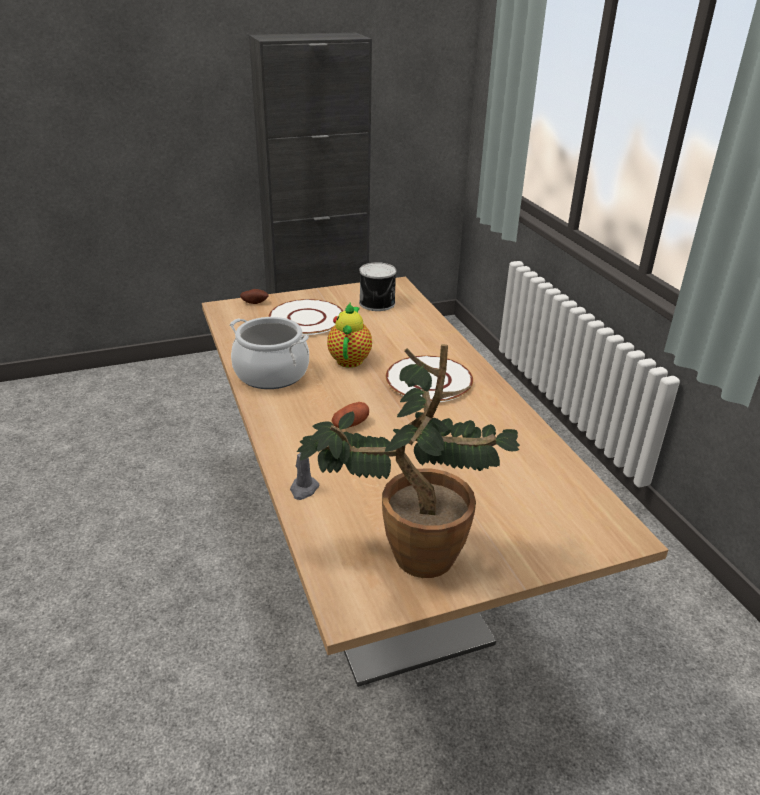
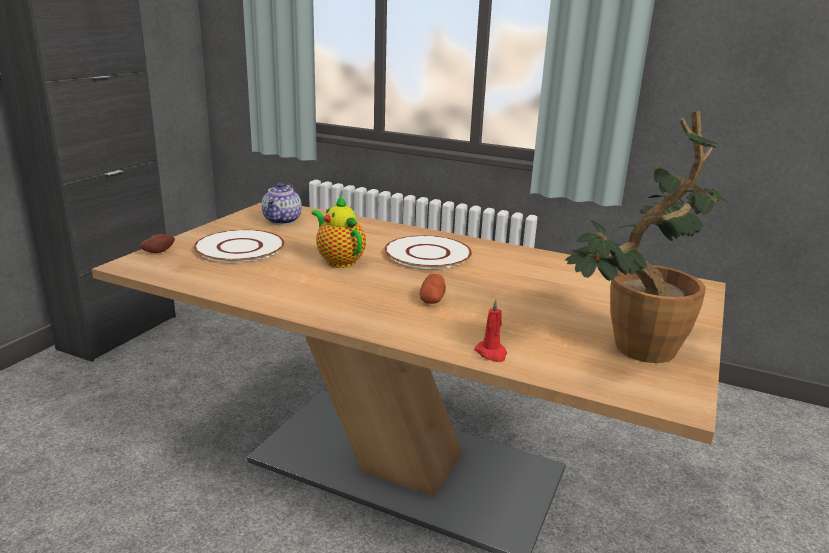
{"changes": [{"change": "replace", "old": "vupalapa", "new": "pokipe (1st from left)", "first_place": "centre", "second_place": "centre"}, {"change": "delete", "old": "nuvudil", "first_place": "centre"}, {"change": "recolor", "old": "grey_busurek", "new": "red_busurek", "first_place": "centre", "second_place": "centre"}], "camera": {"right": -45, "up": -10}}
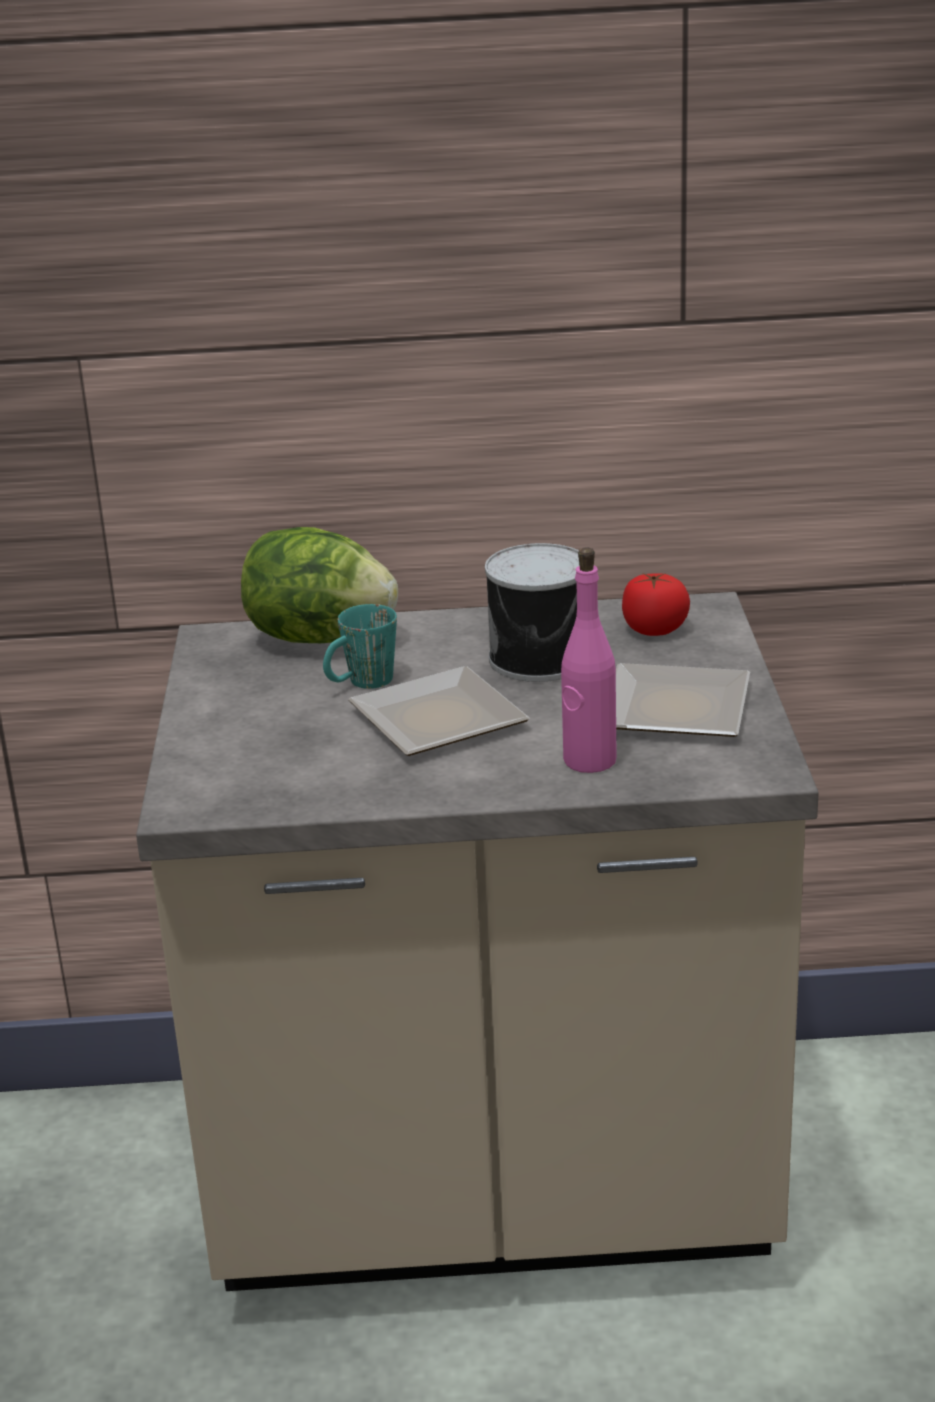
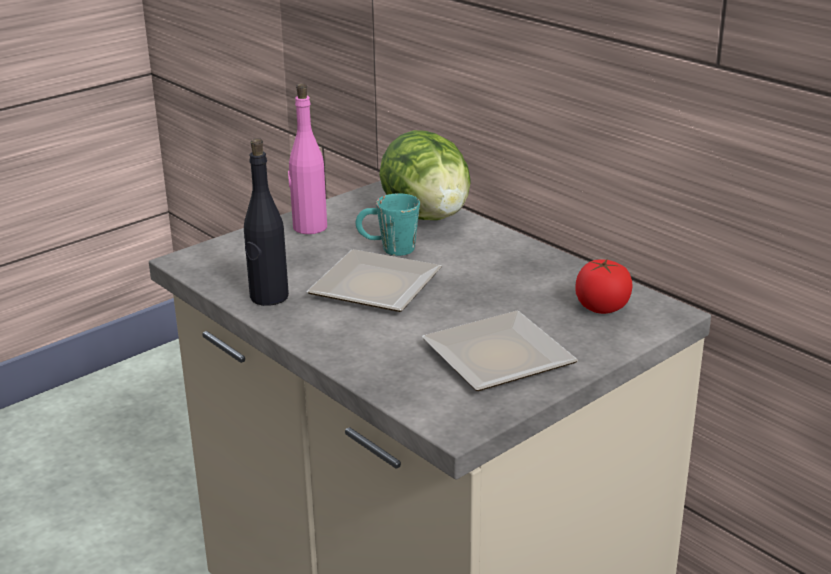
{"changes": [{"change": "delete", "old": "vupalapa", "first_place": "centre"}, {"change": "move", "old": "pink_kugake", "first_place": "centre", "second_place": "top centre"}, {"change": "insert", "new": "black_kugake", "second_place": "middle left"}], "camera": {"right": 50, "up": 0}}
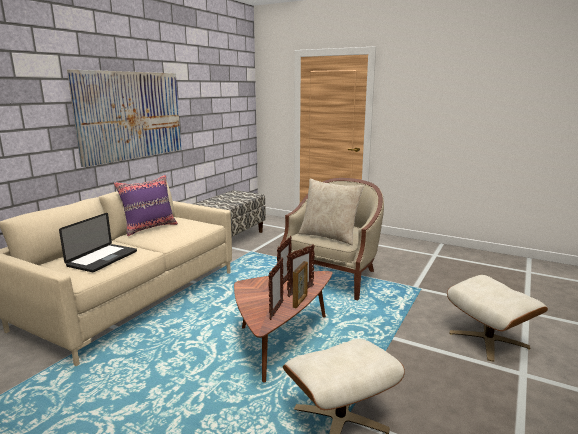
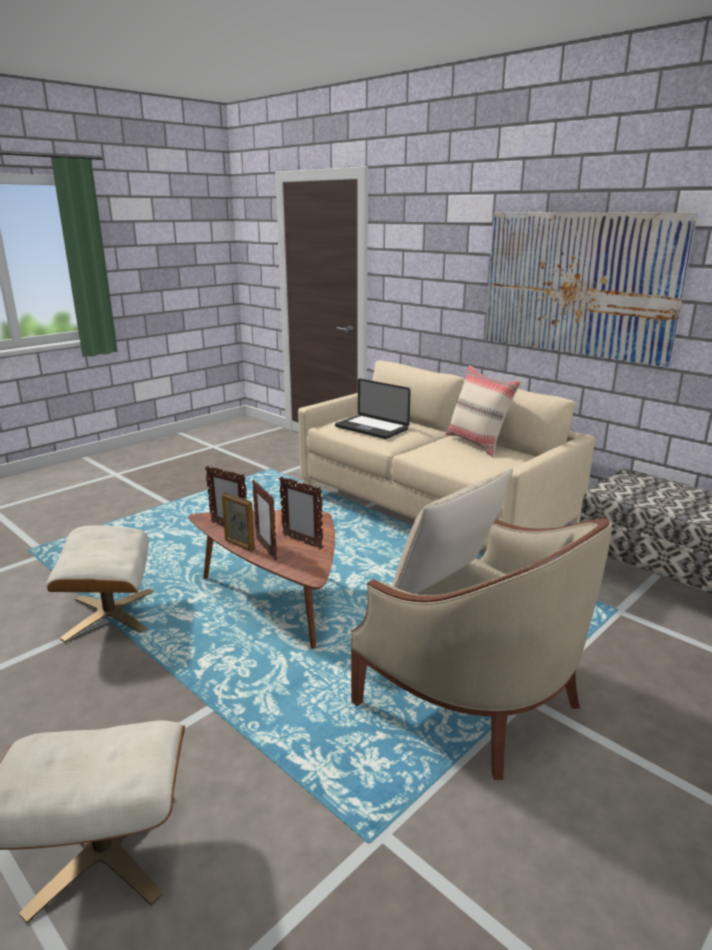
{"changes": [{"change": "recolor", "old": "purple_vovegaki", "new": "beige_vovegaki (2nd from left)", "first_place": "middle left", "second_place": "middle right"}], "camera": {"right": 105, "up": 5}}
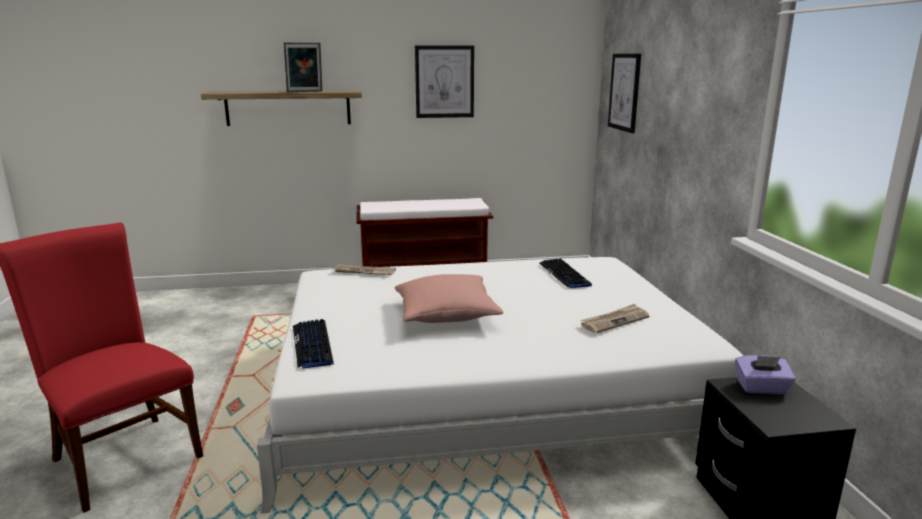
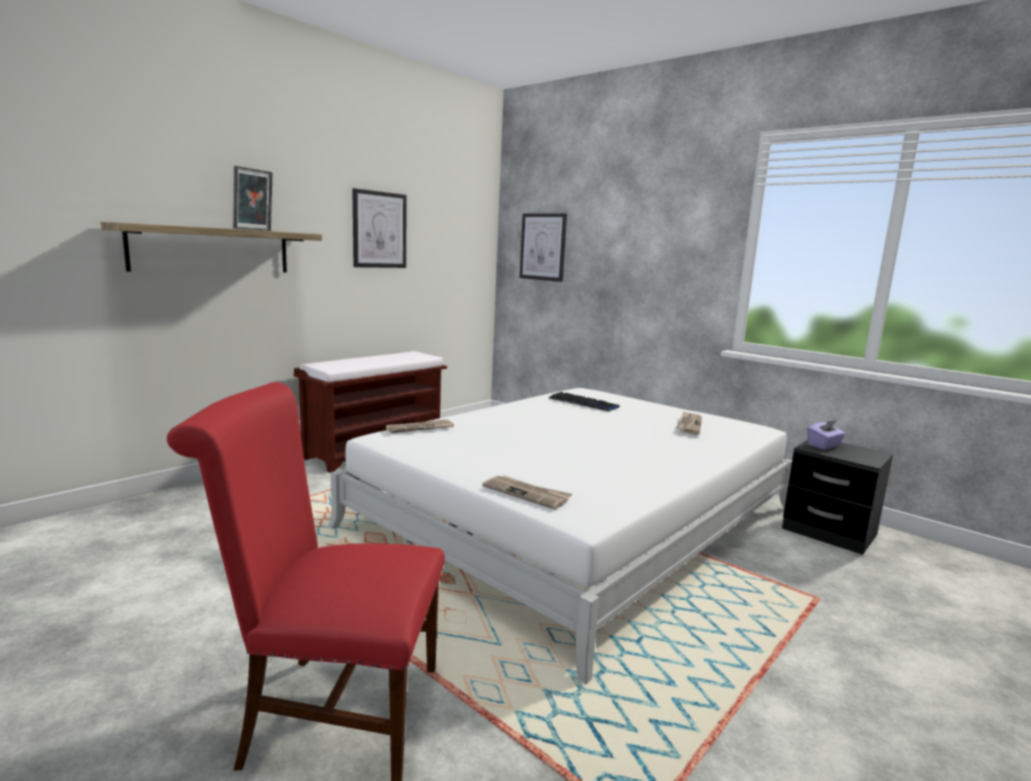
{"changes": [{"change": "delete", "old": "pink_vovegaki", "first_place": "centre"}, {"change": "replace", "old": "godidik (1st from left)", "new": "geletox (2nd from left)", "first_place": "centre", "second_place": "centre"}], "camera": {"right": -40, "up": -5}}
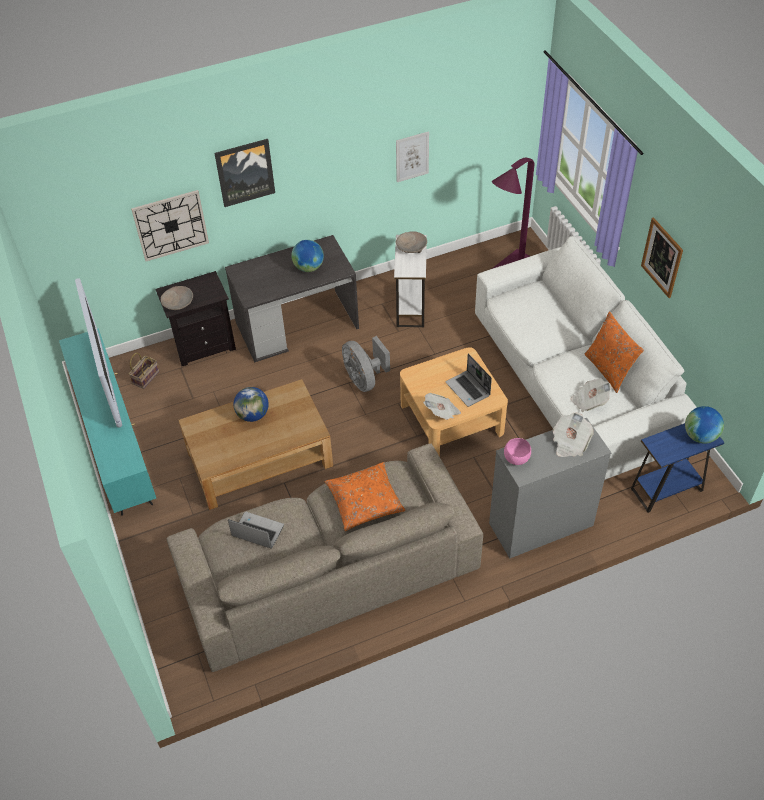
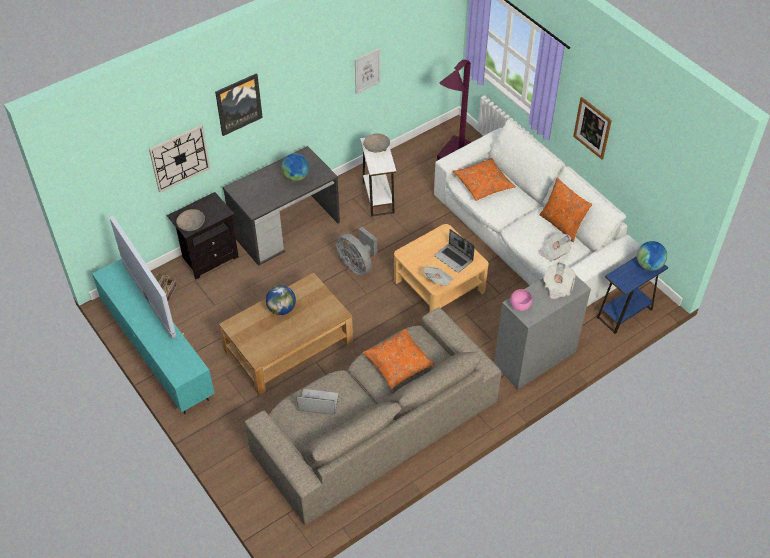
{"changes": [{"change": "insert", "new": "orange_vovegaki (2nd from left)", "second_place": "top centre"}], "camera": {"right": -15, "up": 0}}
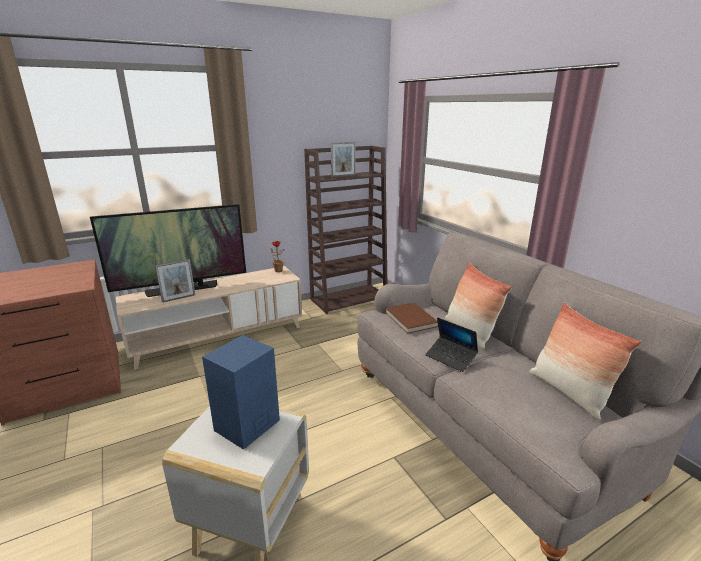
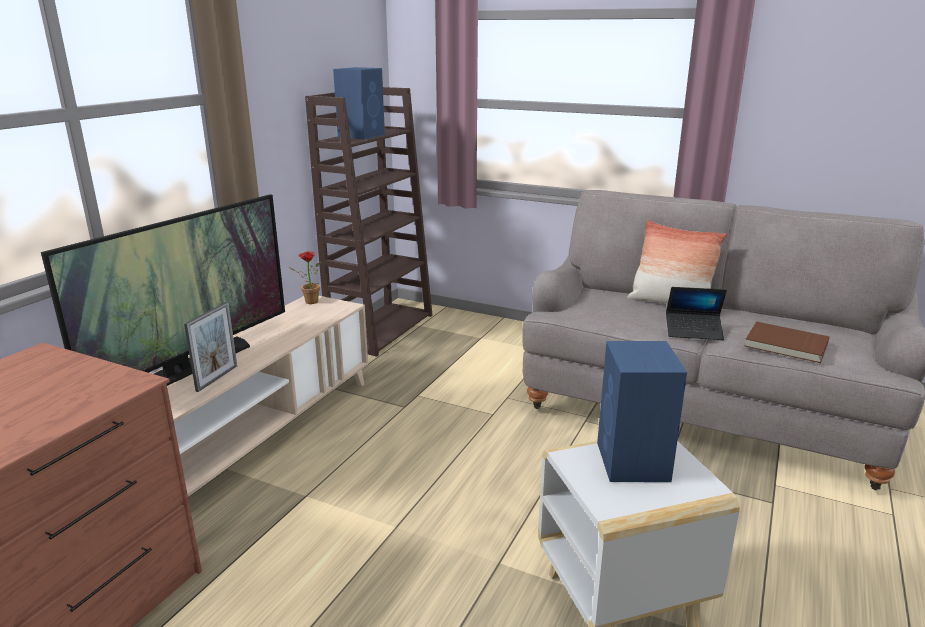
{"changes": [{"change": "replace", "old": "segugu (2nd from left)", "new": "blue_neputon (1st from left)", "first_place": "top centre", "second_place": "top centre"}, {"change": "delete", "old": "vovegaki (2nd from left)", "first_place": "middle right"}, {"change": "move", "old": "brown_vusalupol", "first_place": "centre", "second_place": "middle right"}], "camera": {"right": -35, "up": 0}}
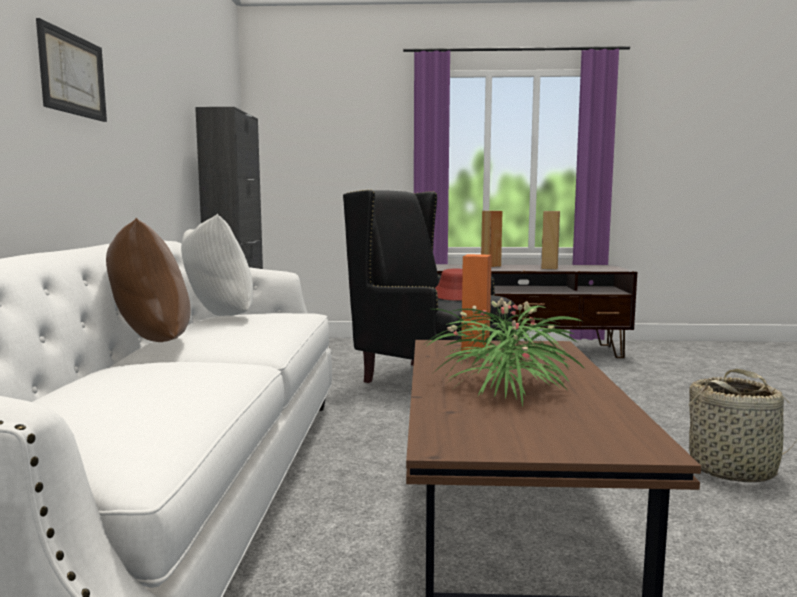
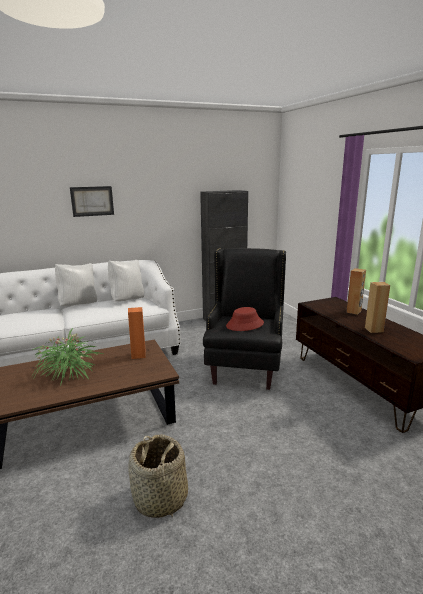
{"changes": [{"change": "recolor", "old": "brown_vovegaki", "new": "white_vovegaki (1st from left)", "first_place": "middle left", "second_place": "middle left"}], "camera": {"right": 65, "up": 10}}
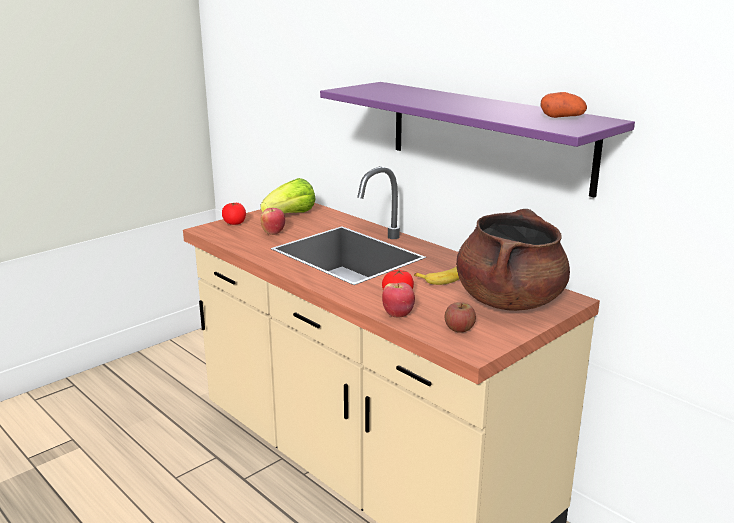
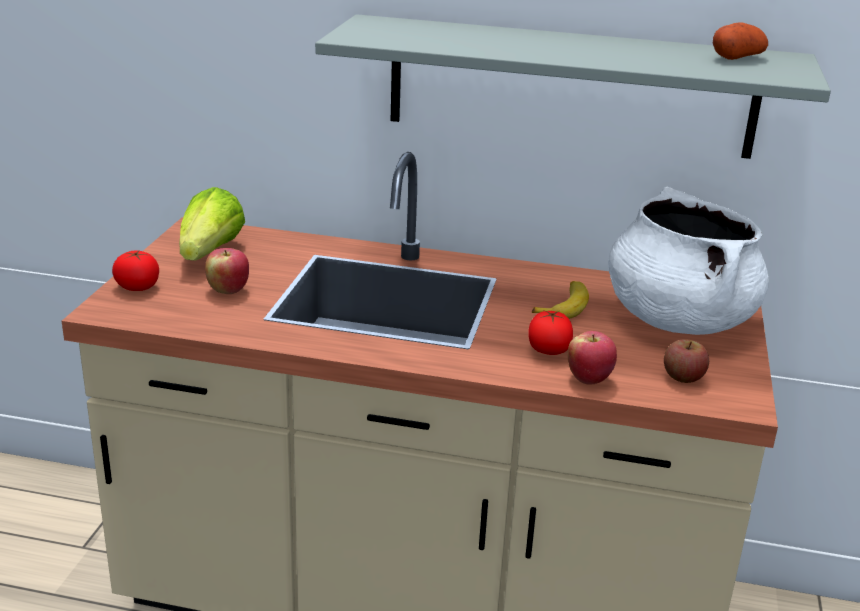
{"changes": [{"change": "recolor", "old": "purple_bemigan", "new": "grey_bemigan", "first_place": "top centre", "second_place": "top centre"}, {"change": "recolor", "old": "brown_nuvudil", "new": "white_nuvudil", "first_place": "middle right", "second_place": "middle right"}], "camera": {"right": -35, "up": 5}}
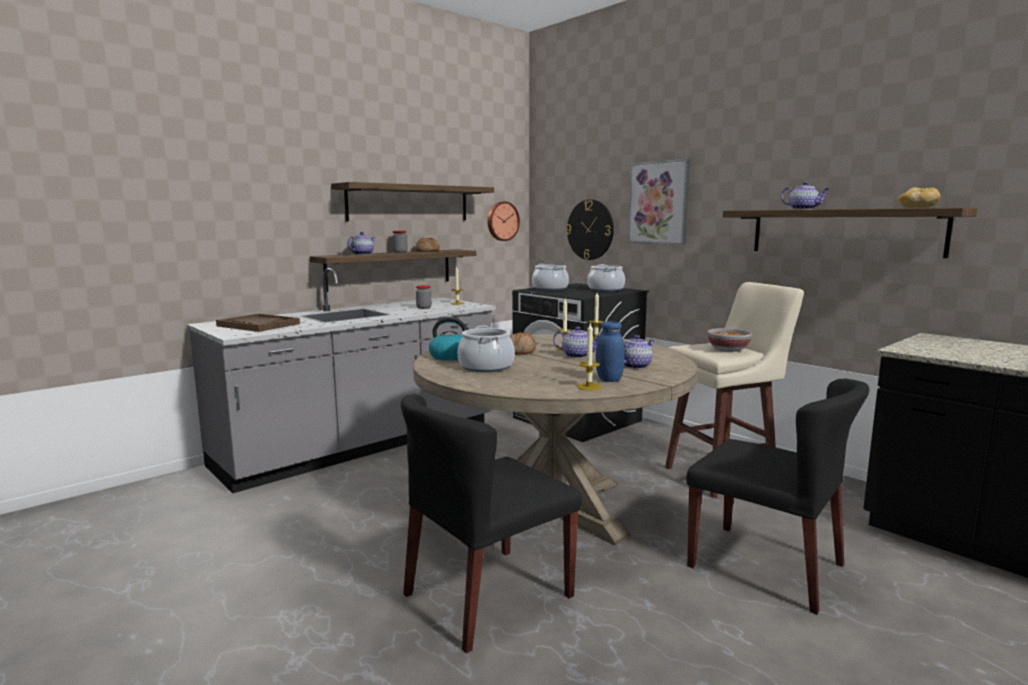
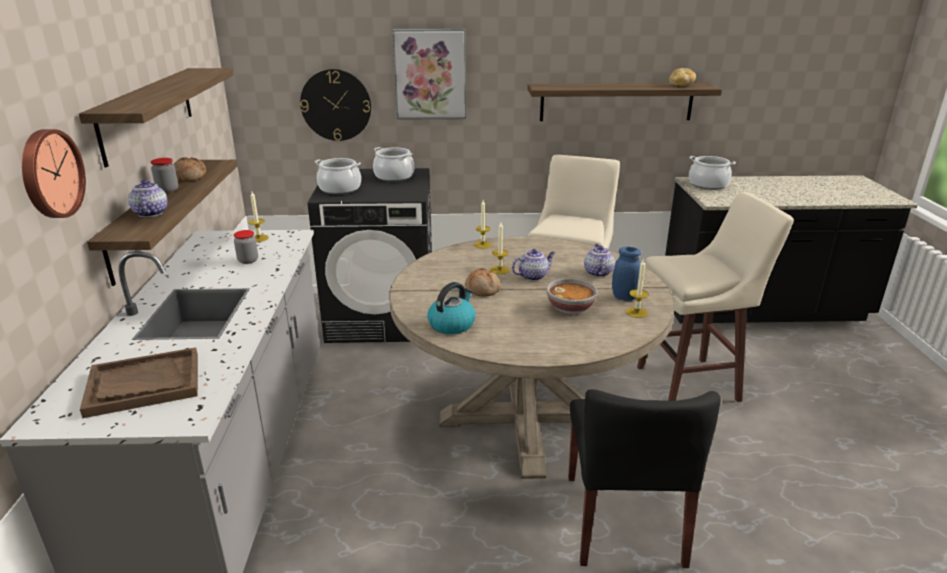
{"changes": [{"change": "delete", "old": "pokipe (4th from left)", "first_place": "top right"}, {"change": "move", "old": "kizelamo (1st from left)", "first_place": "top centre", "second_place": "top left"}, {"change": "move", "old": "nuvudil (1st from left in the first image)", "new": "nuvudil (3rd from left)", "first_place": "centre", "second_place": "top right"}, {"change": "move", "old": "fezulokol", "first_place": "middle right", "second_place": "centre"}, {"change": "replace", "old": "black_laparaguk (2nd from left)", "new": "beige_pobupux (2nd from left)", "first_place": "bottom right", "second_place": "middle right"}], "camera": {"right": -50, "up": 15}}
